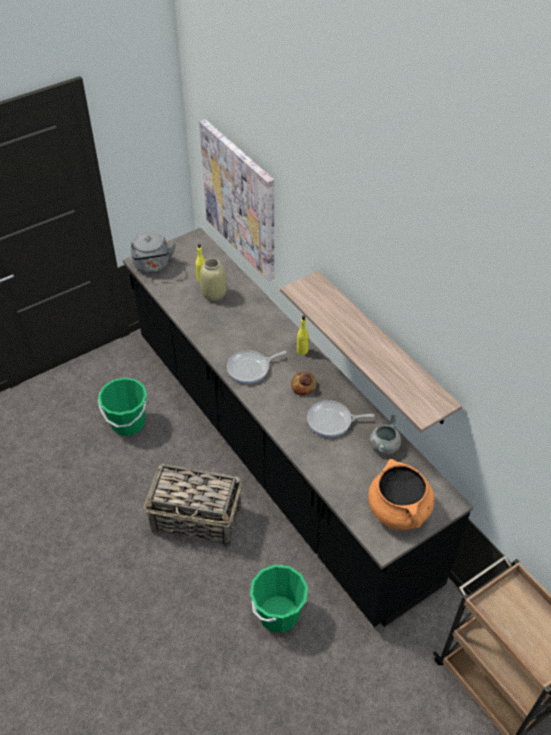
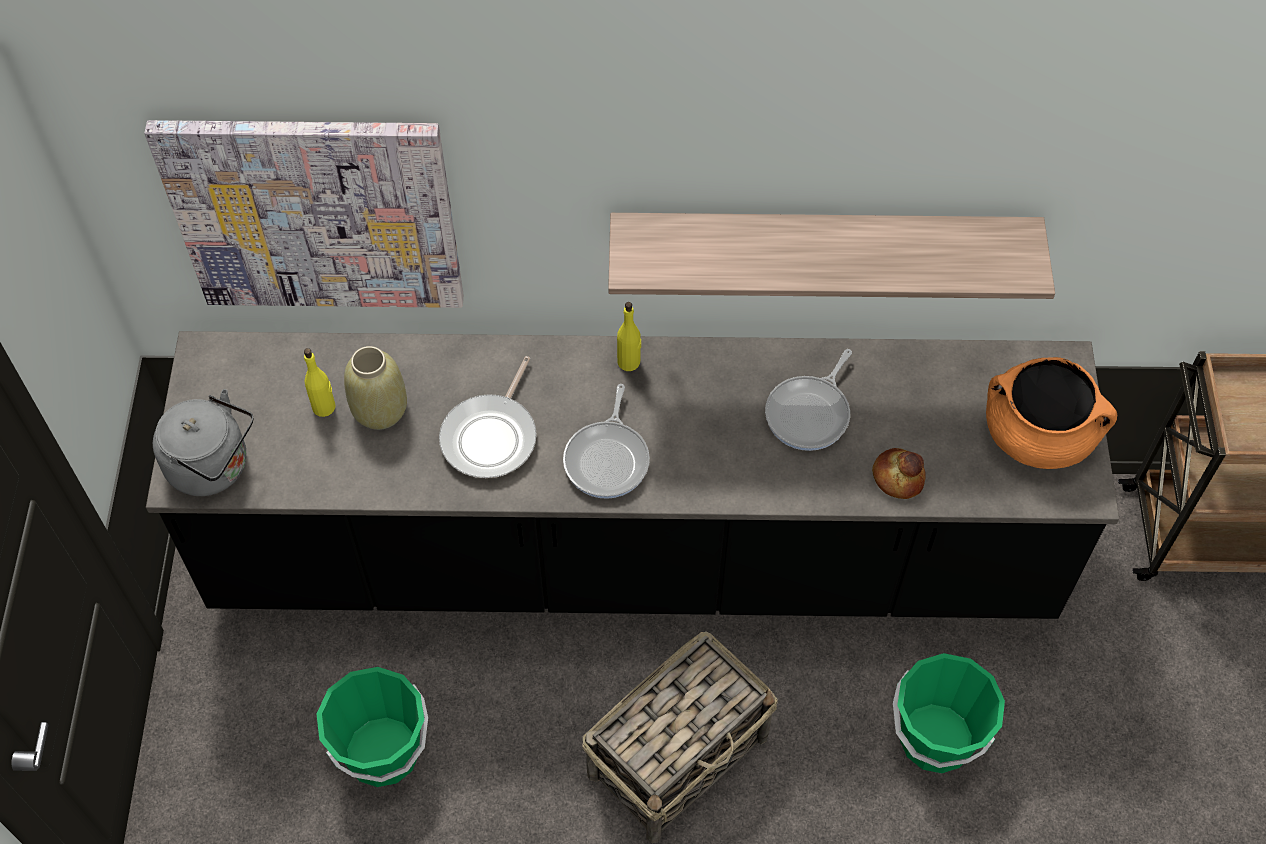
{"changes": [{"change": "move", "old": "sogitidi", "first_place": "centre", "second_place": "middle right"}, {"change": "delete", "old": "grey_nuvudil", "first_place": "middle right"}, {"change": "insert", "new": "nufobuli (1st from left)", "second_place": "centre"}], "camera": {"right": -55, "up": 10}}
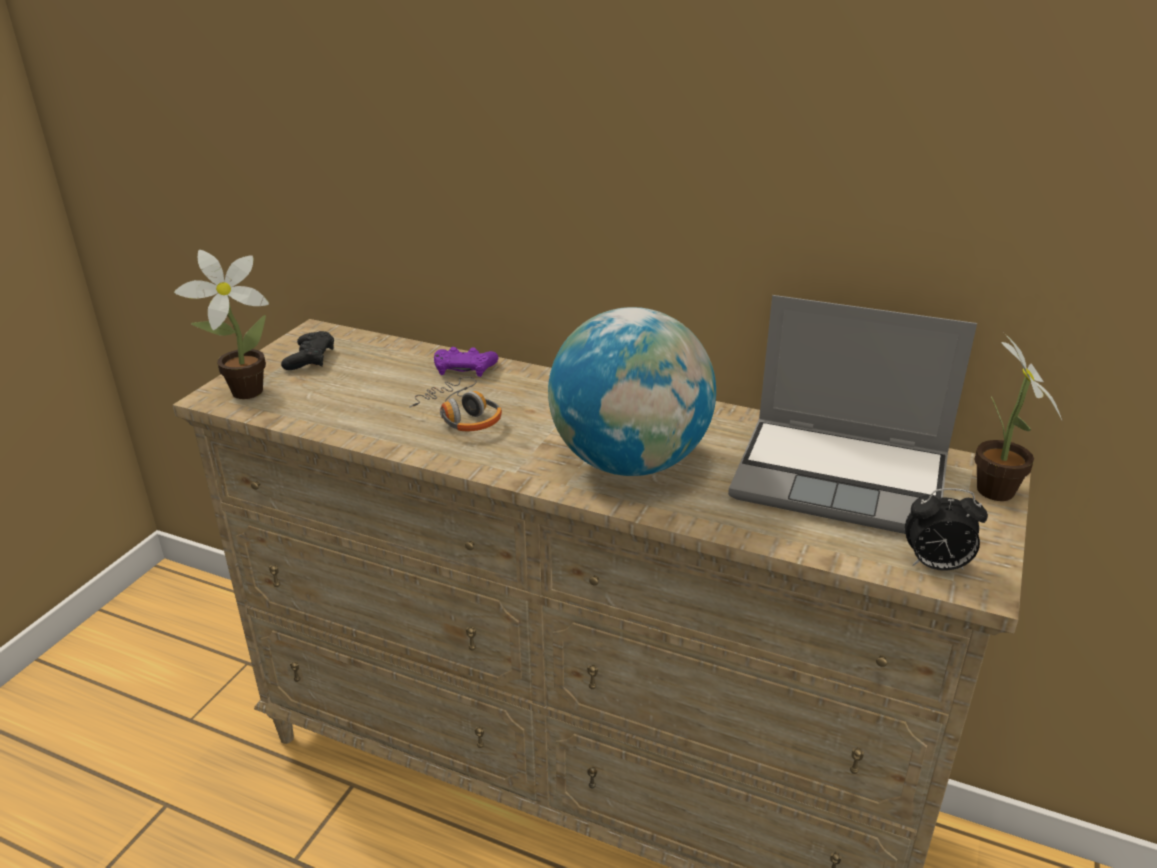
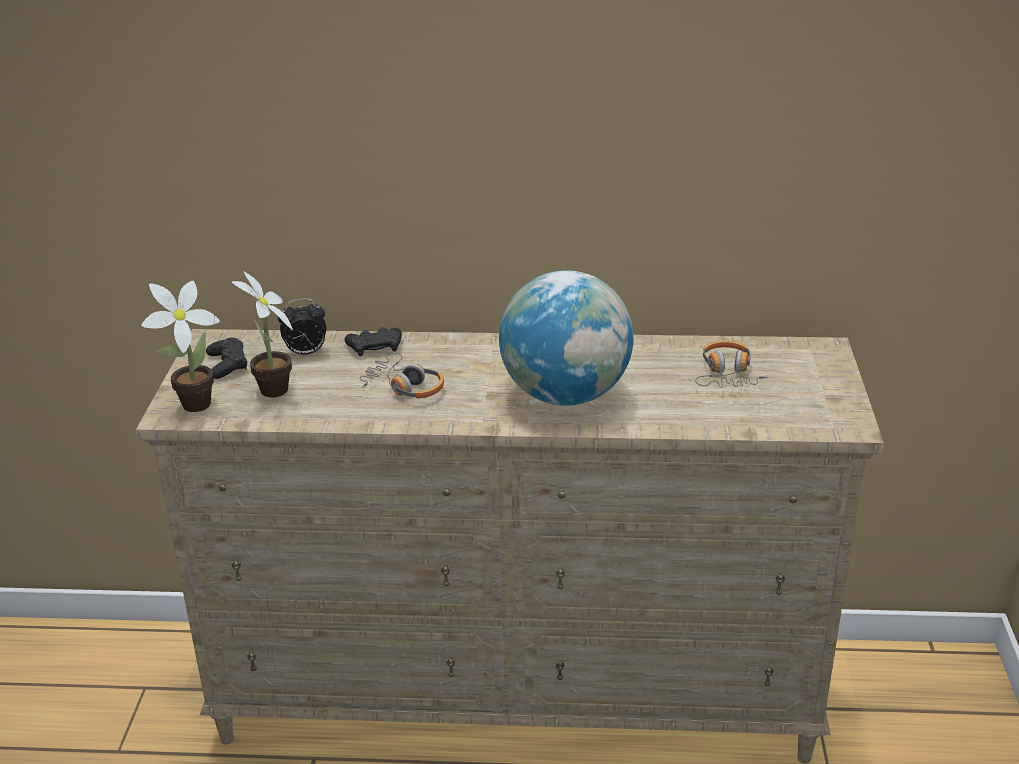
{"changes": [{"change": "replace", "old": "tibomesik", "new": "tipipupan (2nd from left)", "first_place": "middle right", "second_place": "middle right"}, {"change": "move", "old": "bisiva (2nd from left)", "first_place": "middle right", "second_place": "middle left"}, {"change": "recolor", "old": "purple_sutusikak", "new": "black_sutusikak (2nd from left)", "first_place": "centre", "second_place": "centre"}, {"change": "move", "old": "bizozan", "first_place": "middle right", "second_place": "middle left"}], "camera": {"right": -20, "up": 0}}
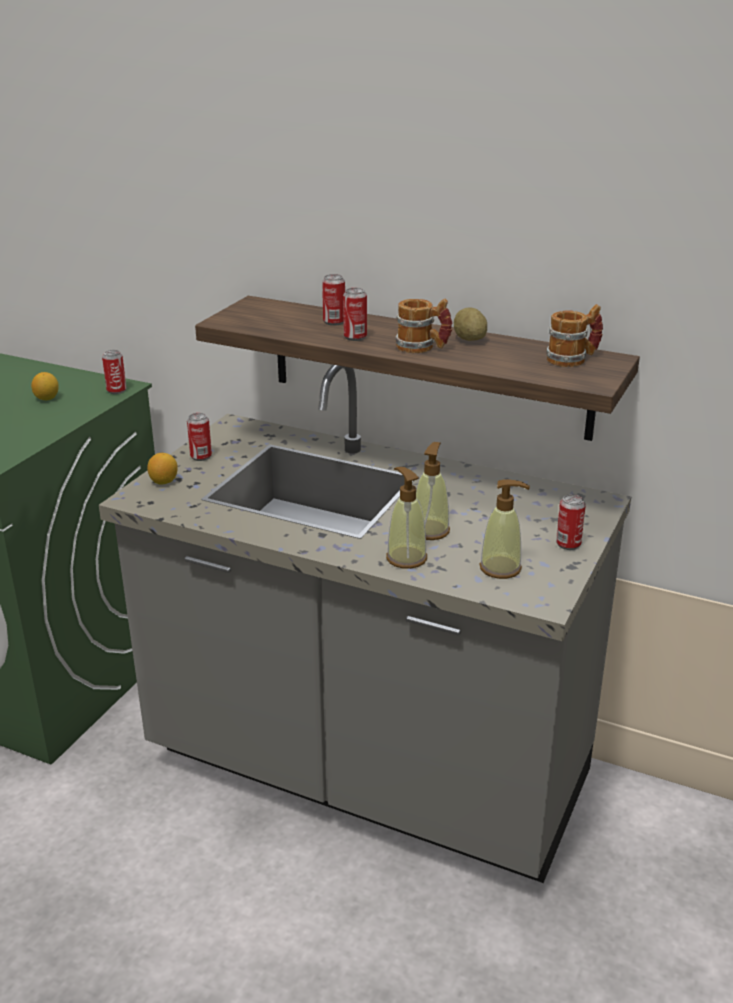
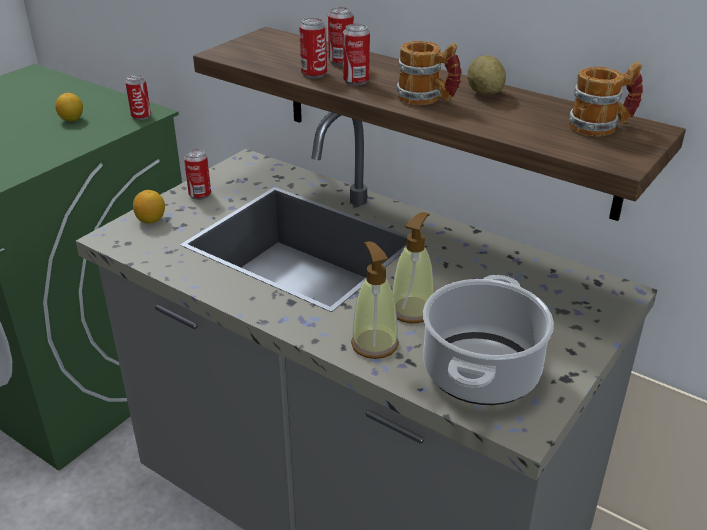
{"changes": [{"change": "replace", "old": "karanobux (3rd from left)", "new": "nuvudil", "first_place": "middle right", "second_place": "middle right"}, {"change": "move", "old": "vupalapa (5th from left in the first image)", "new": "vupalapa (3rd from left)", "first_place": "middle right", "second_place": "top centre"}], "camera": {"right": 10, "up": 5}}
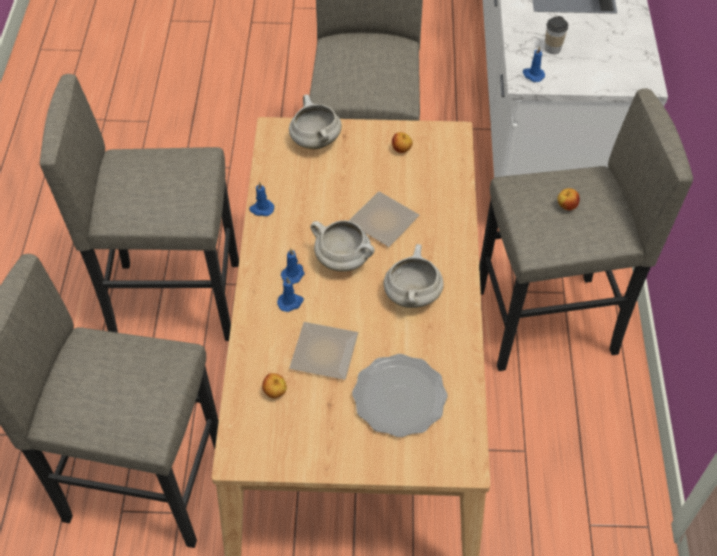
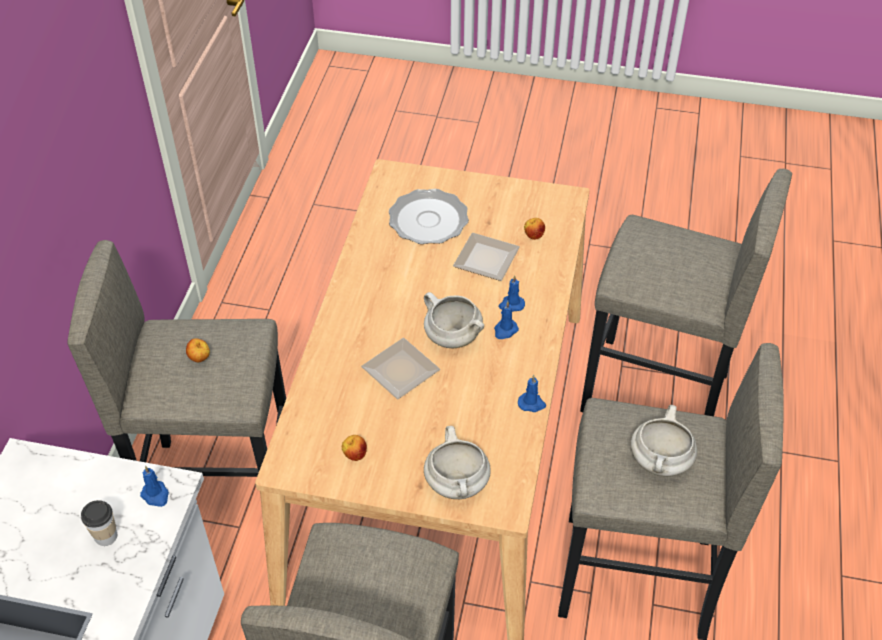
{"changes": [{"change": "move", "old": "white_nuvudil (3rd from left)", "first_place": "centre", "second_place": "bottom right"}], "camera": {"right": -170, "up": -5}}
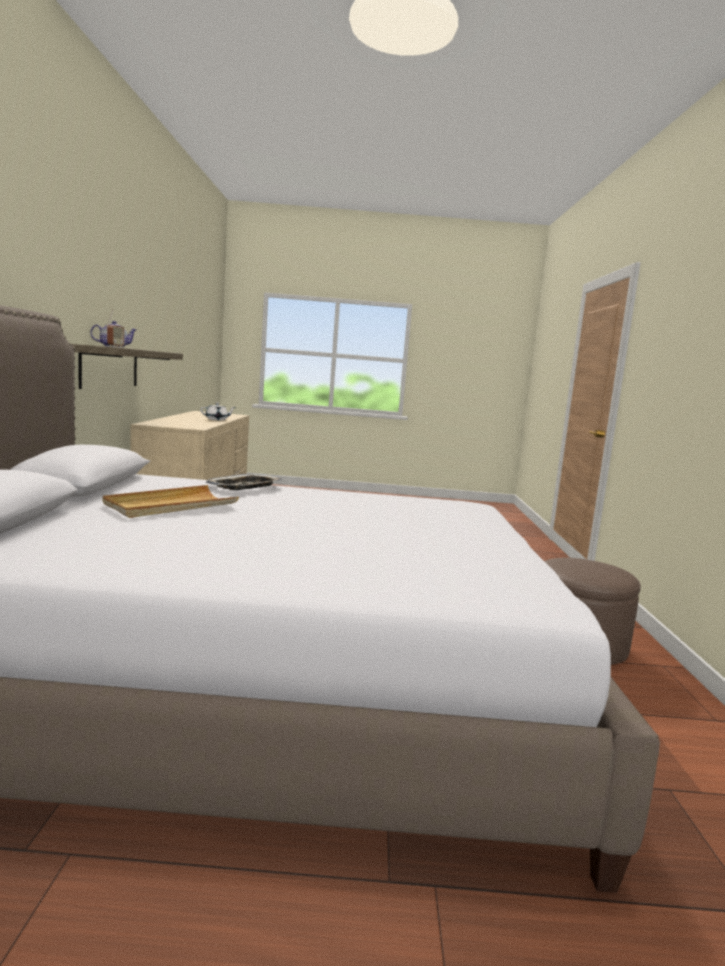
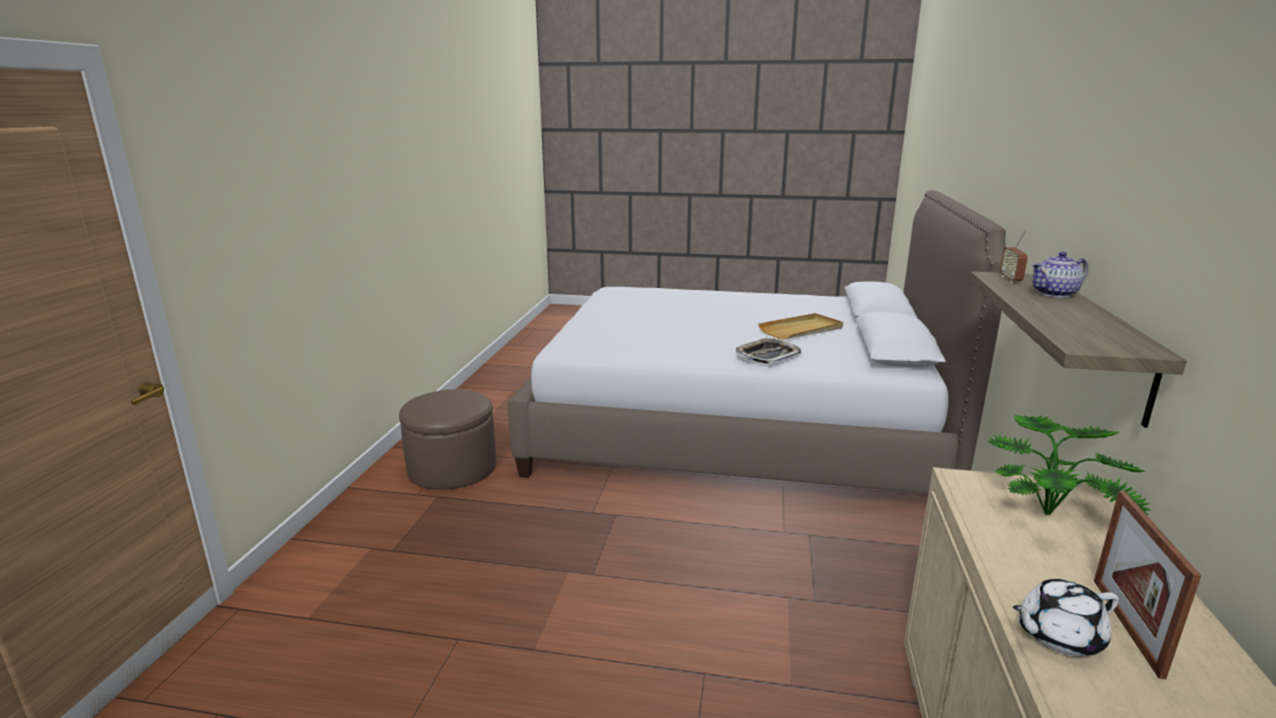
{"changes": [{"change": "insert", "new": "bisiva", "second_place": "middle right"}, {"change": "insert", "new": "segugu", "second_place": "bottom right"}], "camera": {"right": -170, "up": 10}}
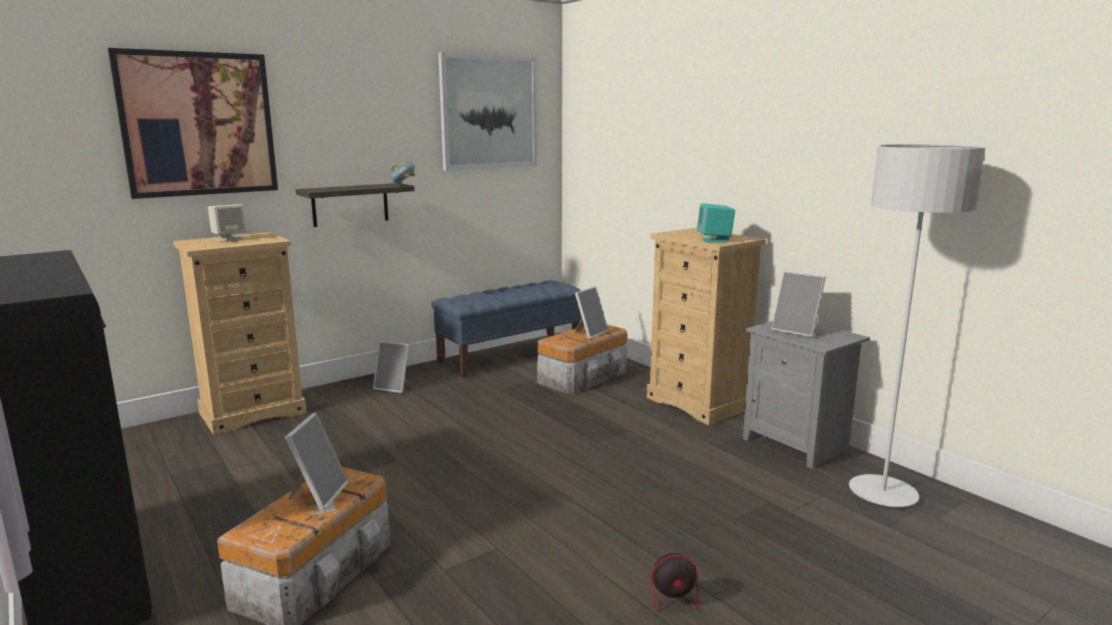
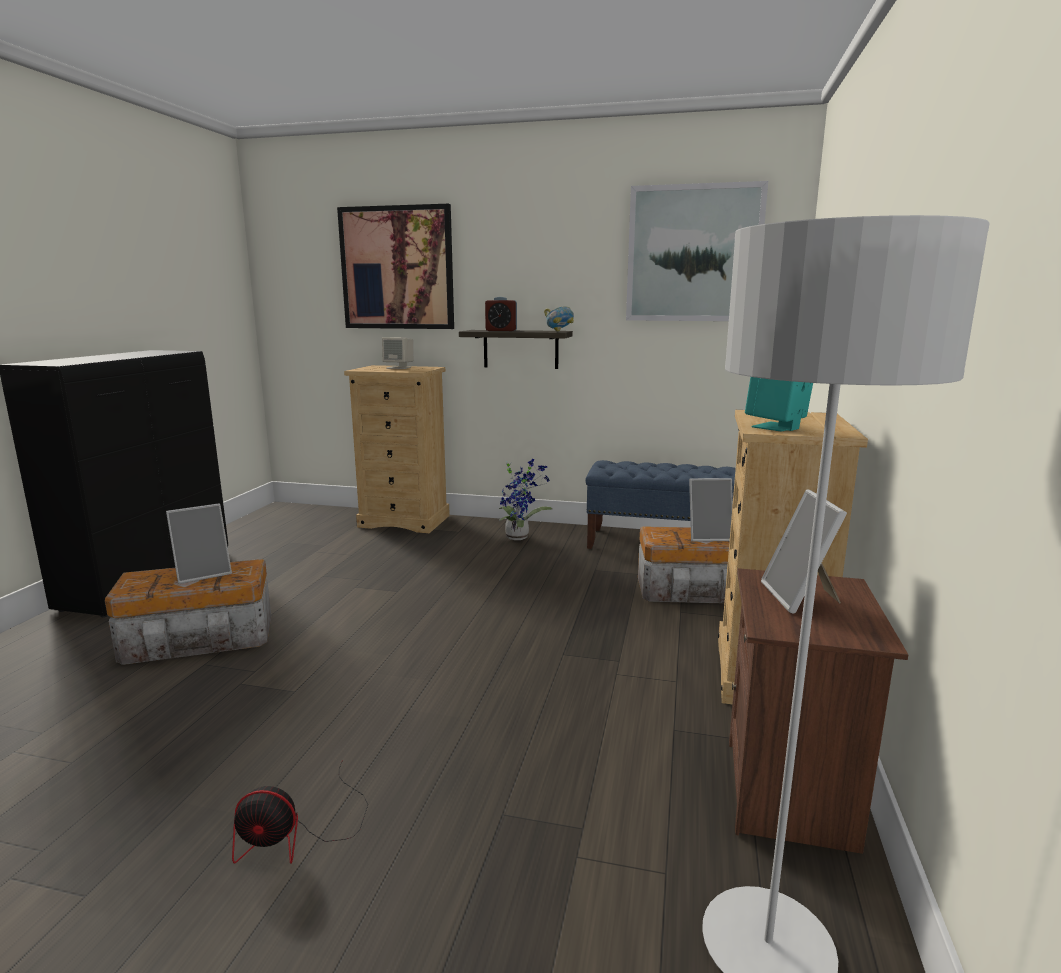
{"changes": [{"change": "recolor", "old": "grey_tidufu", "new": "brown_tidufu", "first_place": "middle right", "second_place": "bottom right"}, {"change": "replace", "old": "segugu (2nd from left)", "new": "bisiva", "first_place": "centre", "second_place": "centre"}, {"change": "rotate", "old": "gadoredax", "first_place": "bottom centre", "second_place": "bottom left", "degrees": -45}, {"change": "insert", "new": "bizozan", "second_place": "top centre"}], "camera": {"right": 50, "up": 0}}
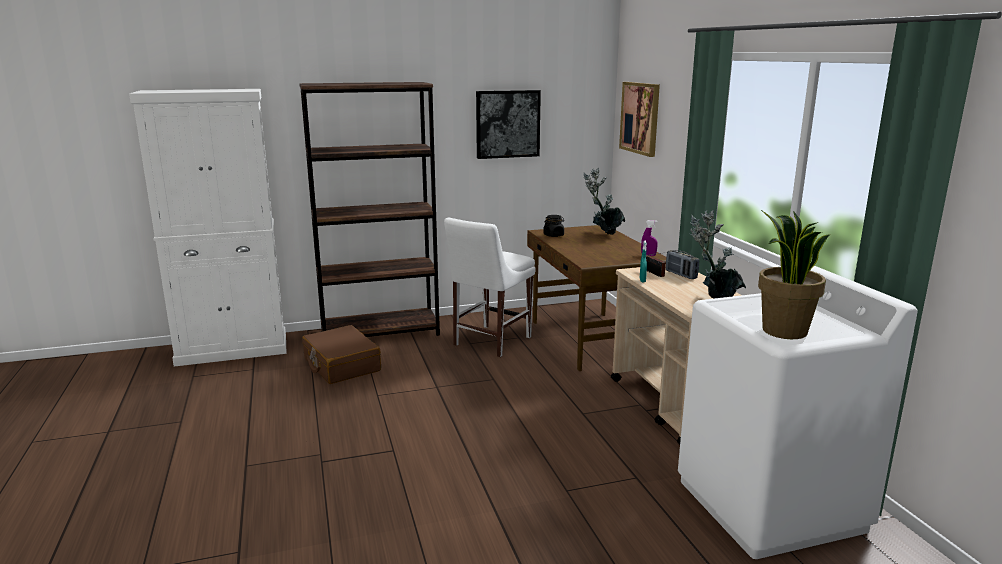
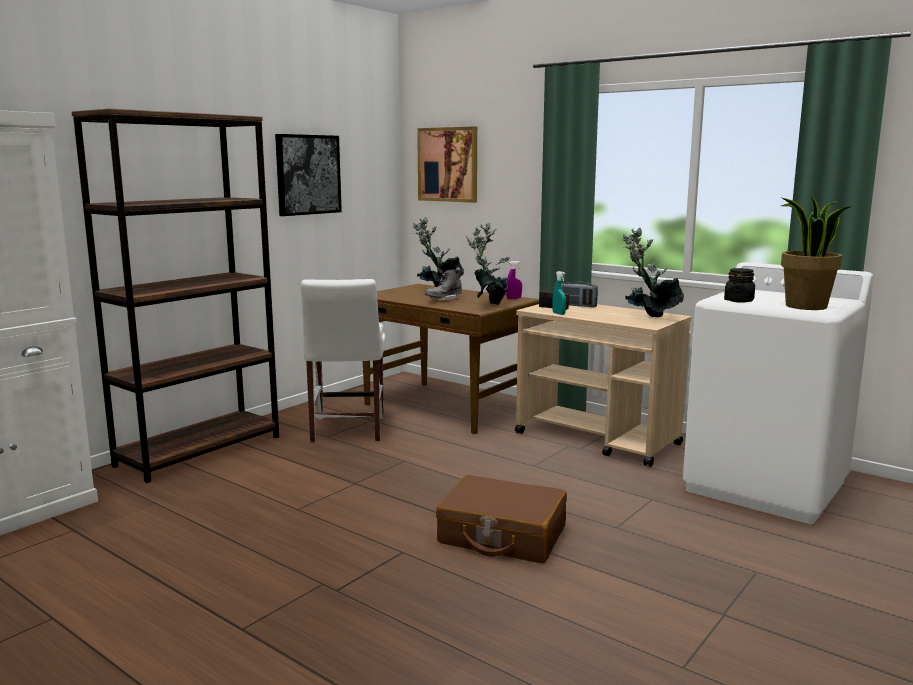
{"changes": [{"change": "move", "old": "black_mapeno", "first_place": "centre", "second_place": "middle right"}, {"change": "move", "old": "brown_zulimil", "first_place": "centre", "second_place": "bottom centre"}, {"change": "insert", "new": "bisiva (2nd from left)", "second_place": "centre"}, {"change": "insert", "new": "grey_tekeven", "second_place": "centre"}], "camera": {"right": -35, "up": -5}}
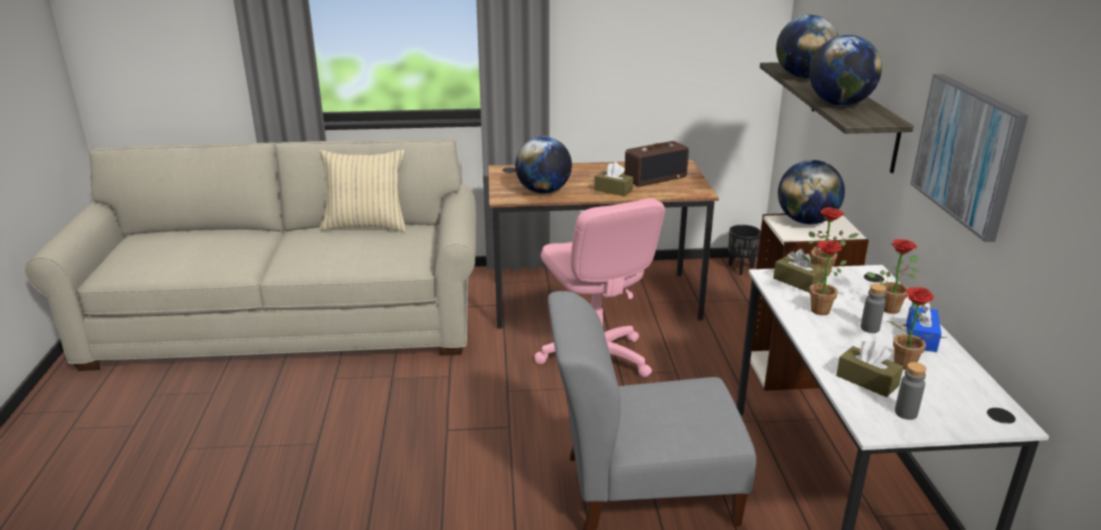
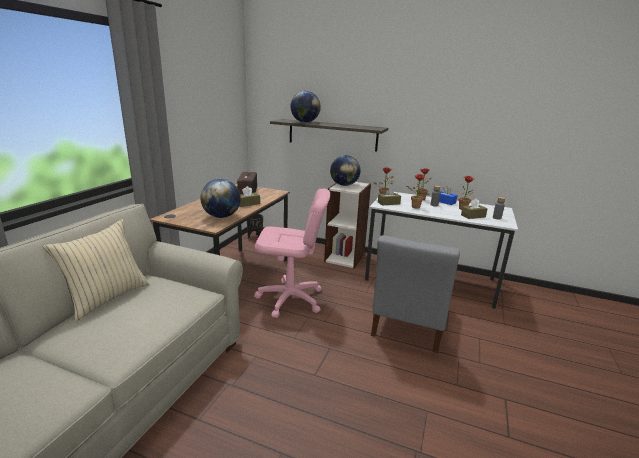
{"changes": [{"change": "delete", "old": "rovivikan (4th from left)", "first_place": "top right"}, {"change": "delete", "old": "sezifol", "first_place": "top right"}], "camera": {"right": -65, "up": -5}}
